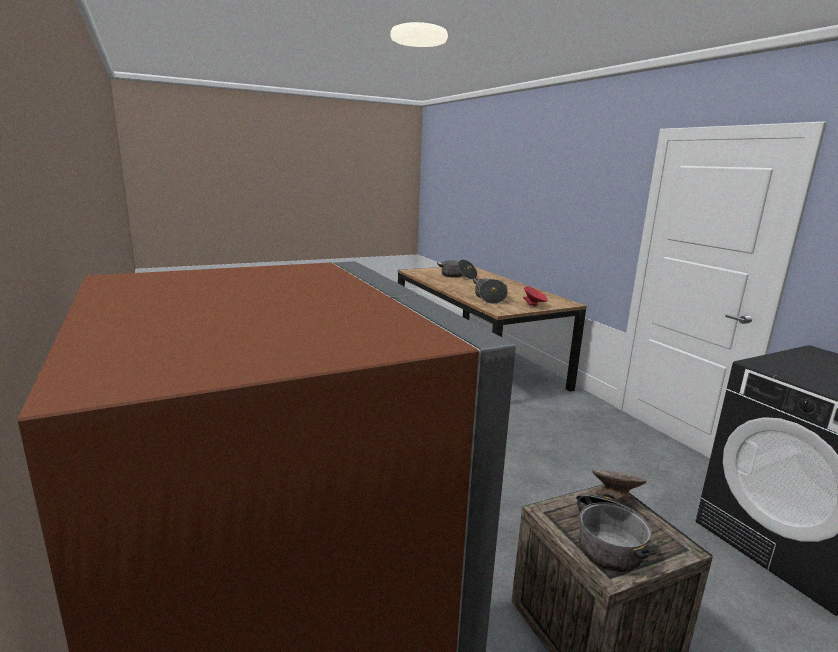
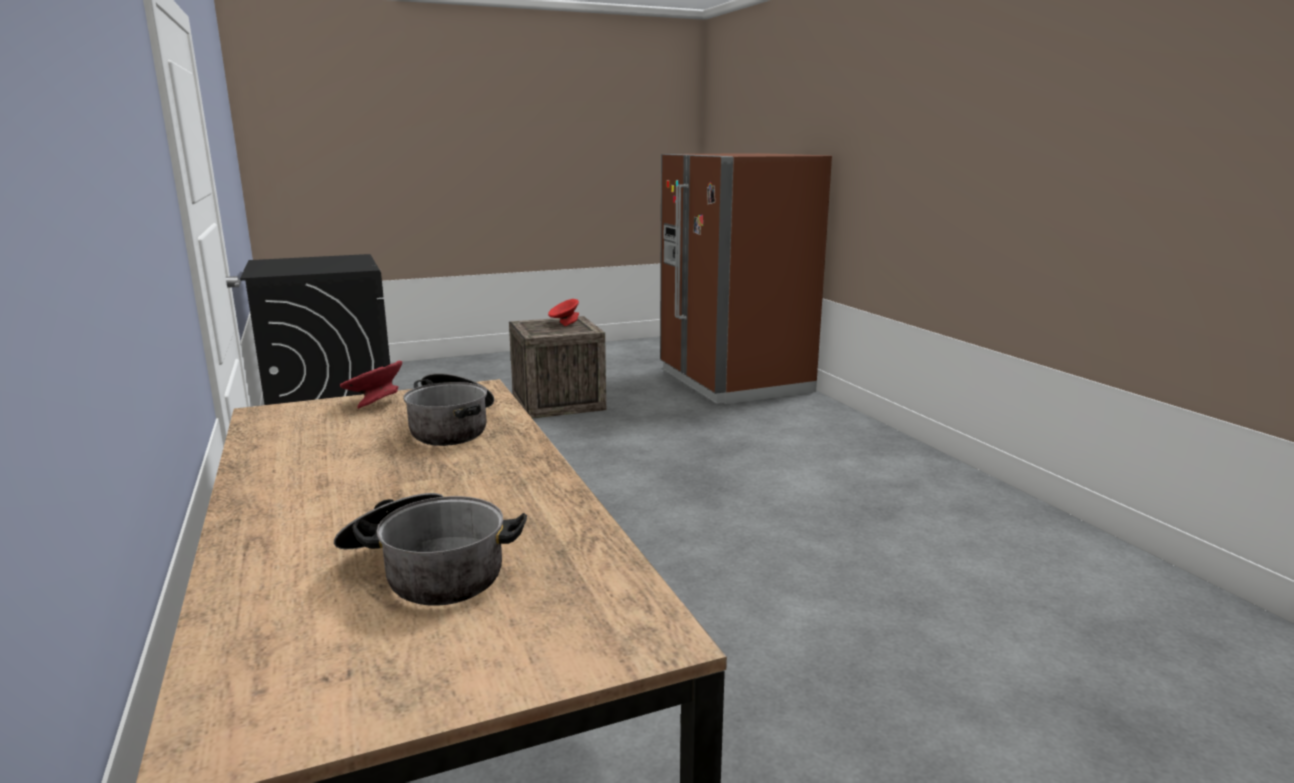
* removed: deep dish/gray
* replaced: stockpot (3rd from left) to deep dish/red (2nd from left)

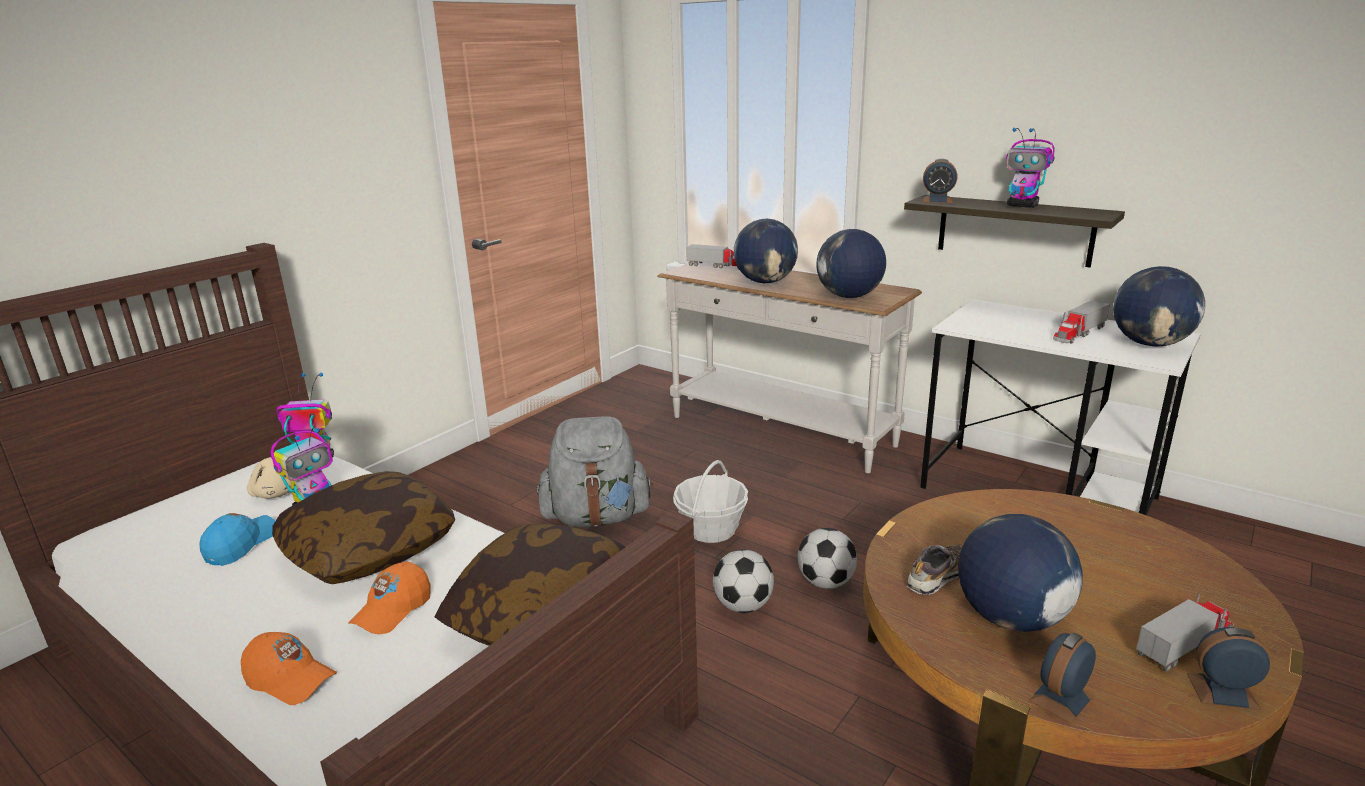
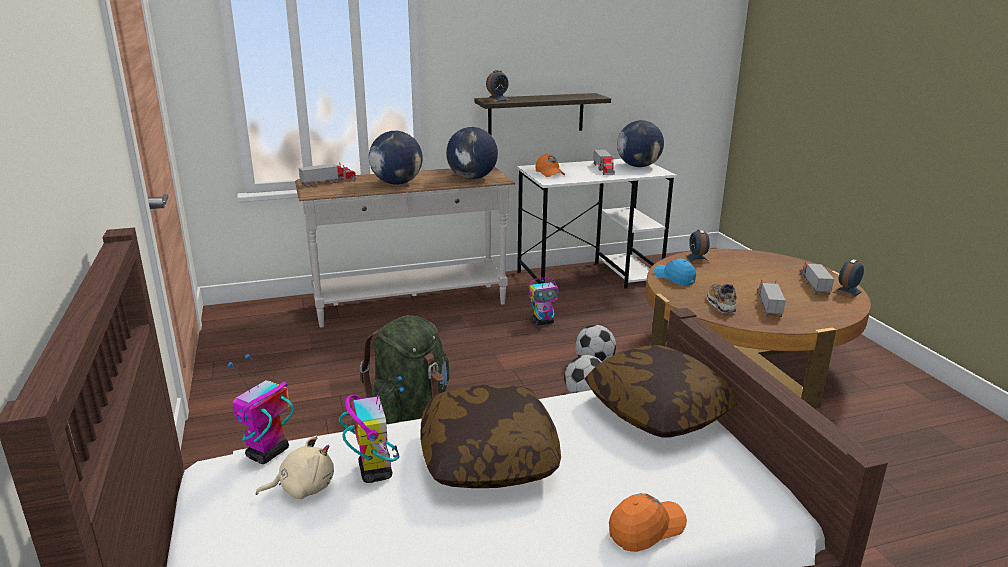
* moved: robot figure (3rd from left)
* recoloured: knapsack/gray to knapsack/greenish
* removed: household basket
* moved: peaked cap/blue
* replaced: globe (3rd from left) to toy lorry (3rd from left)
* moved: peaked cap/orange (2nd from left in the first image) to peaked cap/orange (1st from left)
* moved: bedside clock (2nd from left)

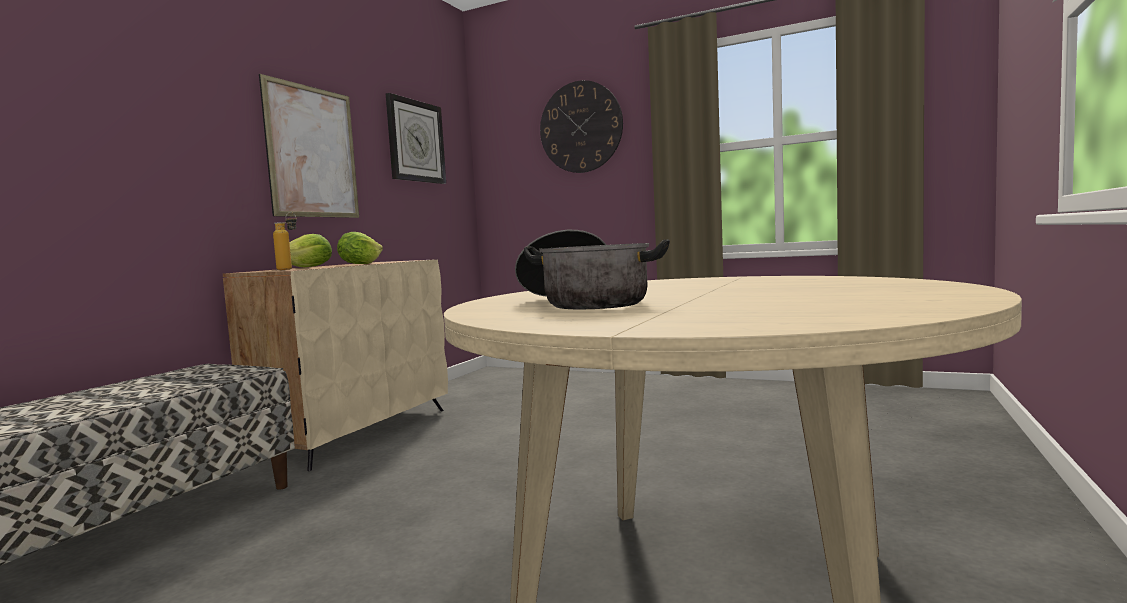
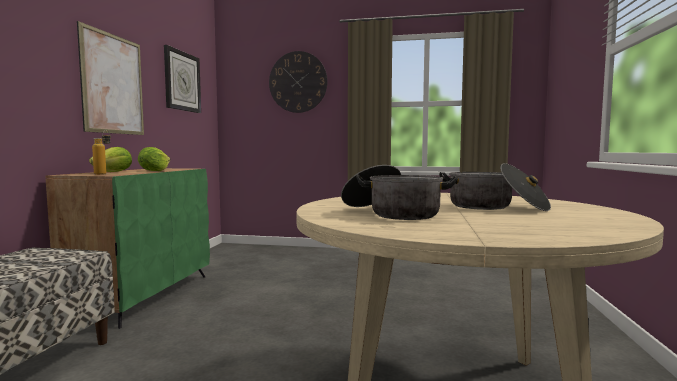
* recoloured: cabinet/beige to cabinet/greenish
* added: stockpot (2nd from left)

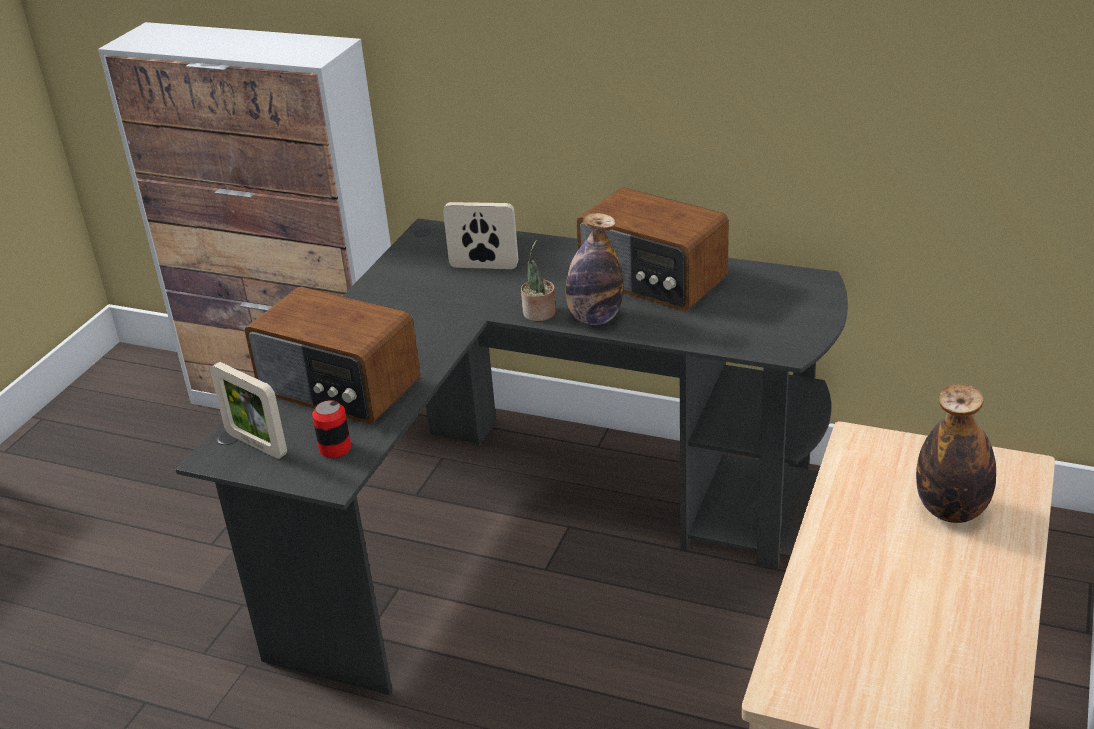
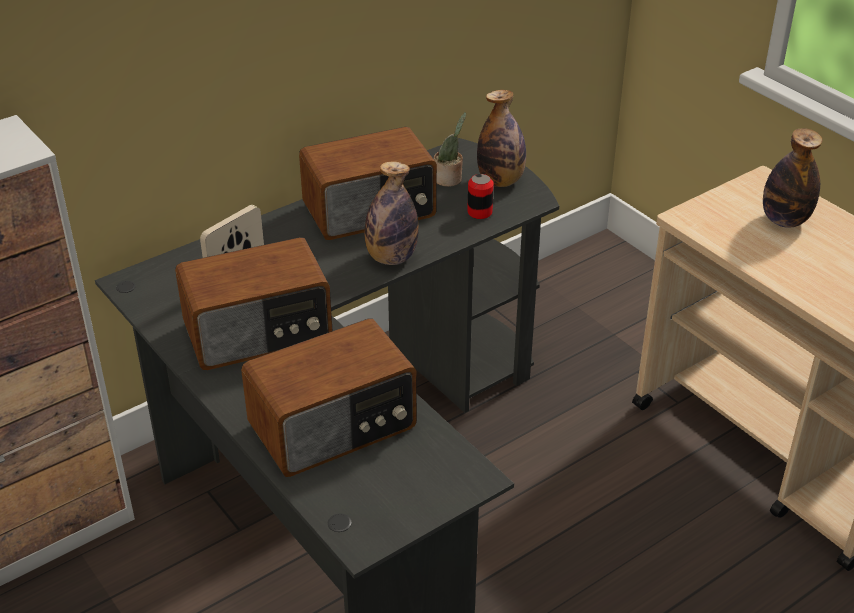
* moved: plant in a pot
* removed: picture frame (1st from left)
* moved: sealed can
* added: drink bottle (2nd from left)
* added: radio (1st from left)

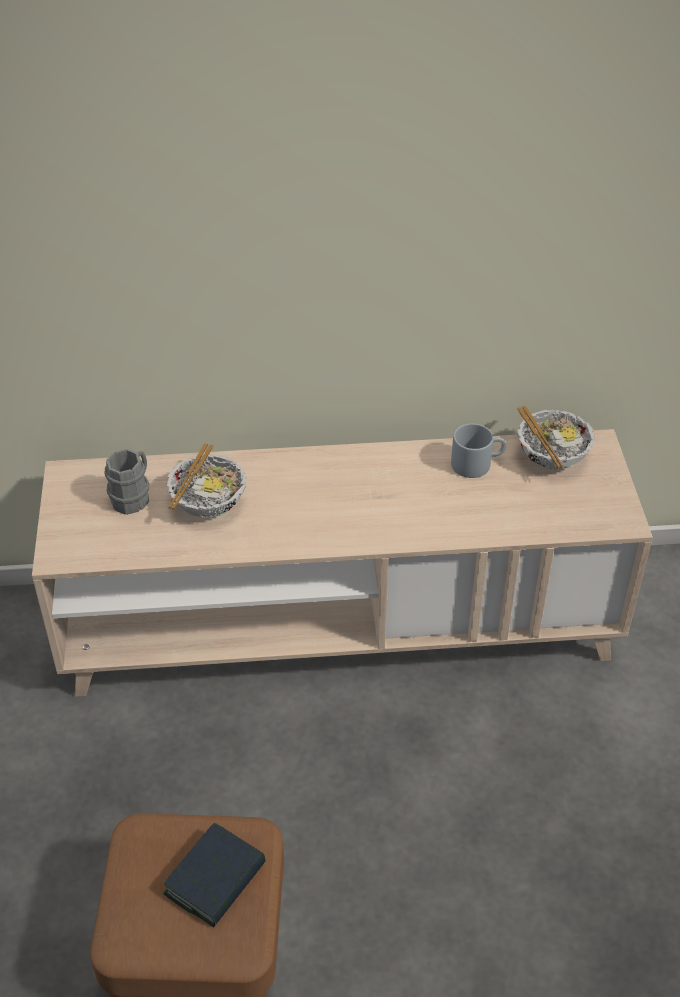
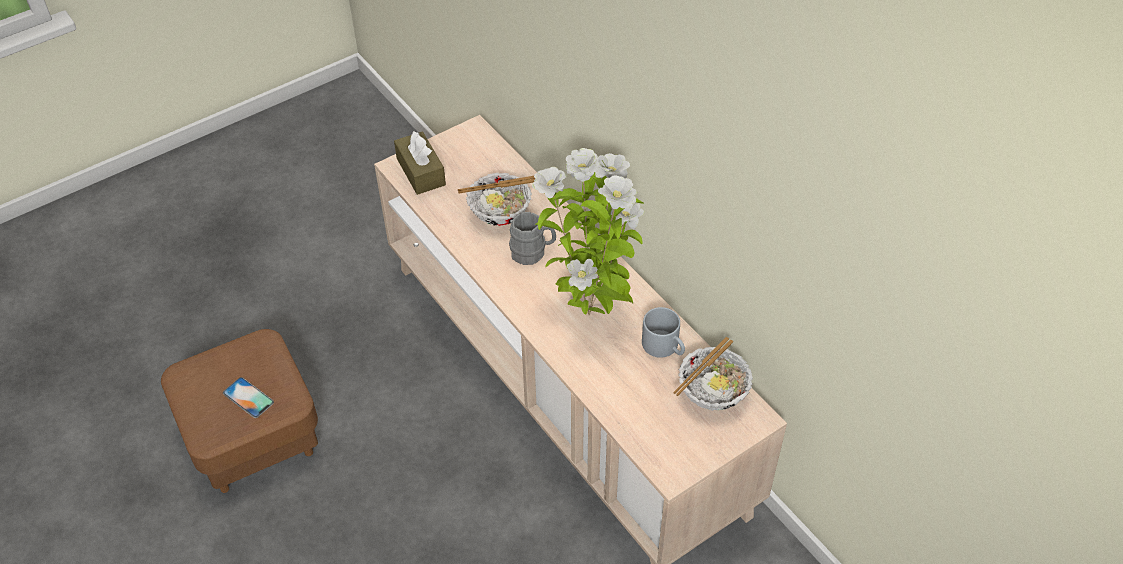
* moved: tea mug/gray (1st from left)
* replaced: bound book to phone
* added: tissue box/brownish
* added: plant in a pot

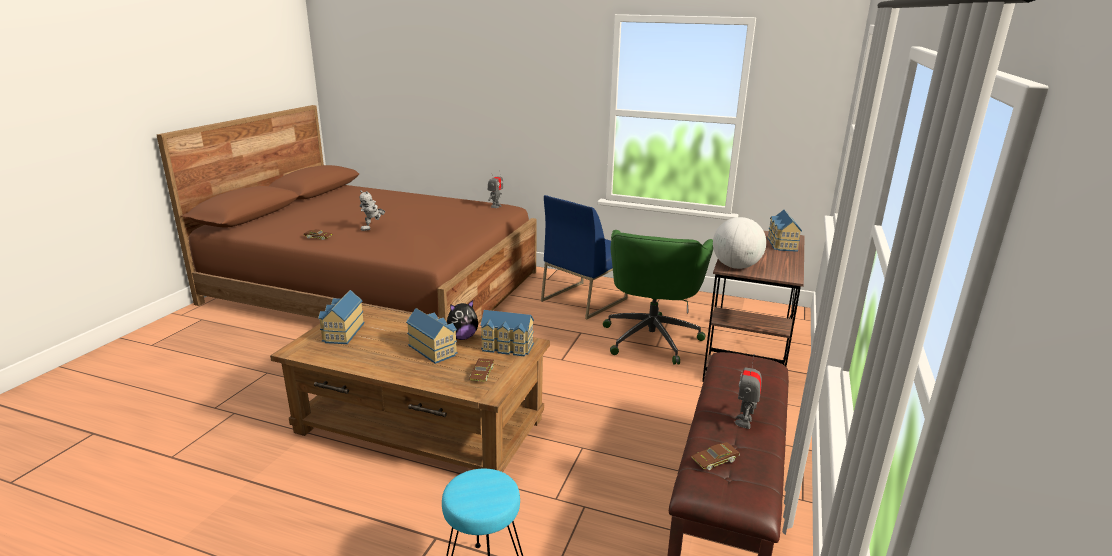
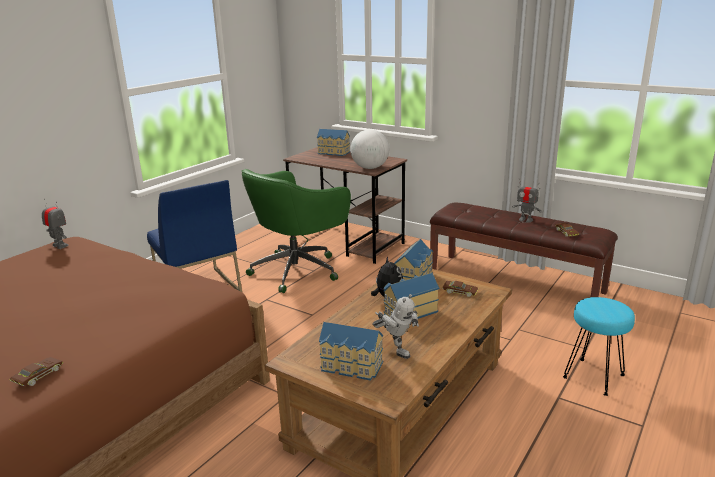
* moved: robot figure (1st from left in the first image) to robot figure (2nd from left)
* turned: computer chair/greenish 105 degrees clockwise

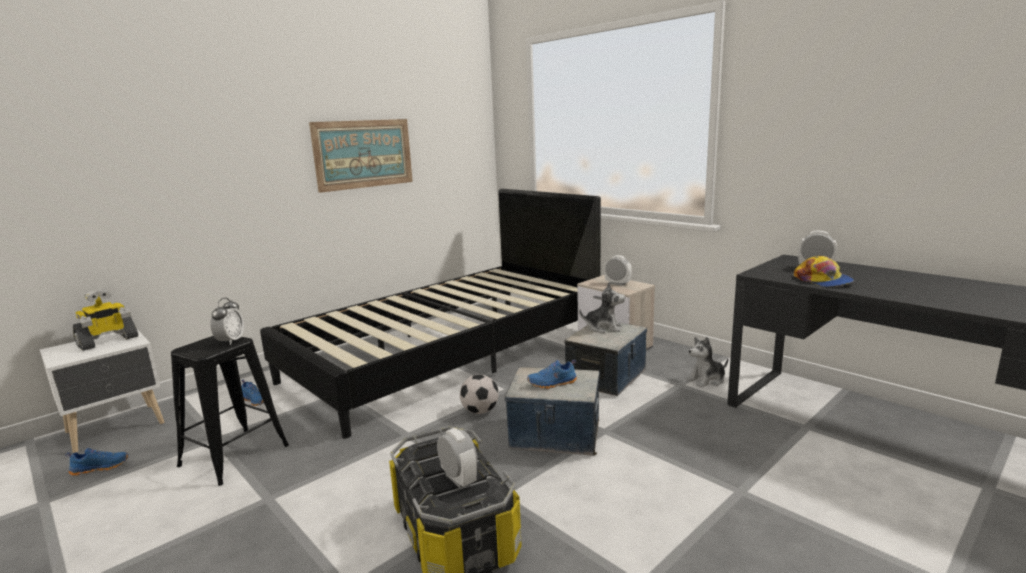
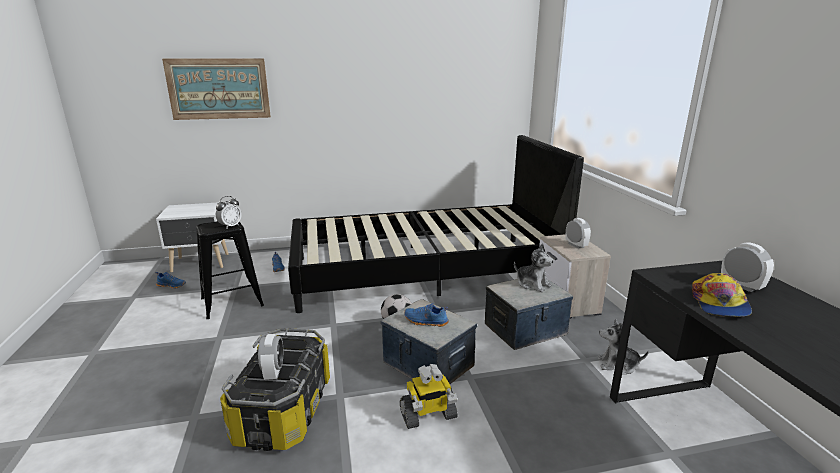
* moved: wall picture
* moved: robot figure

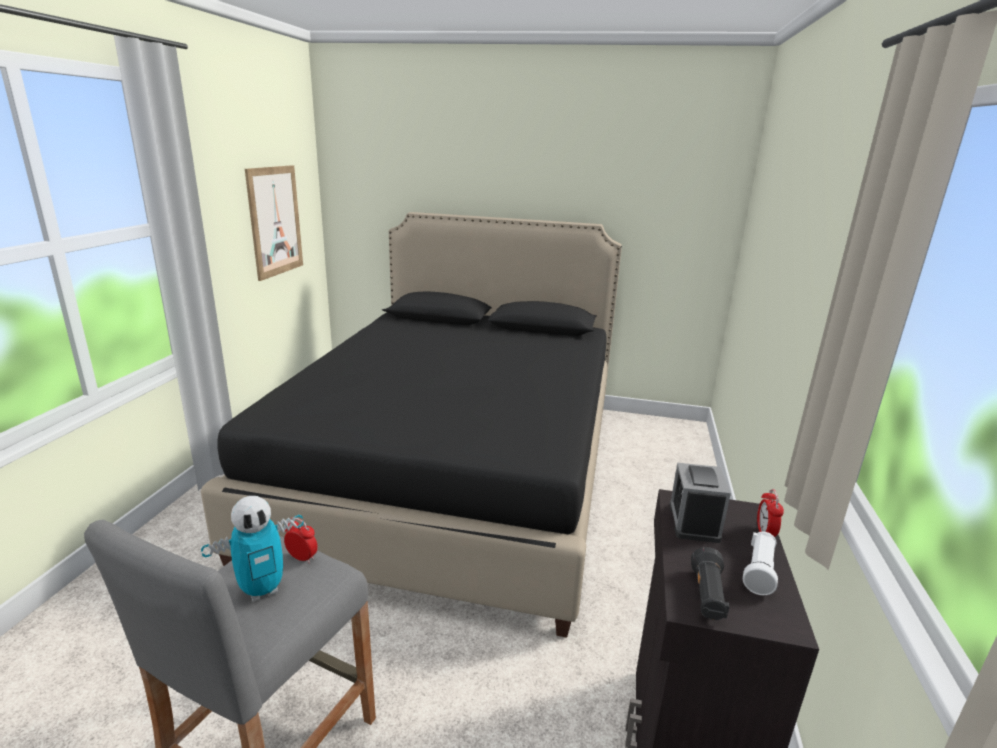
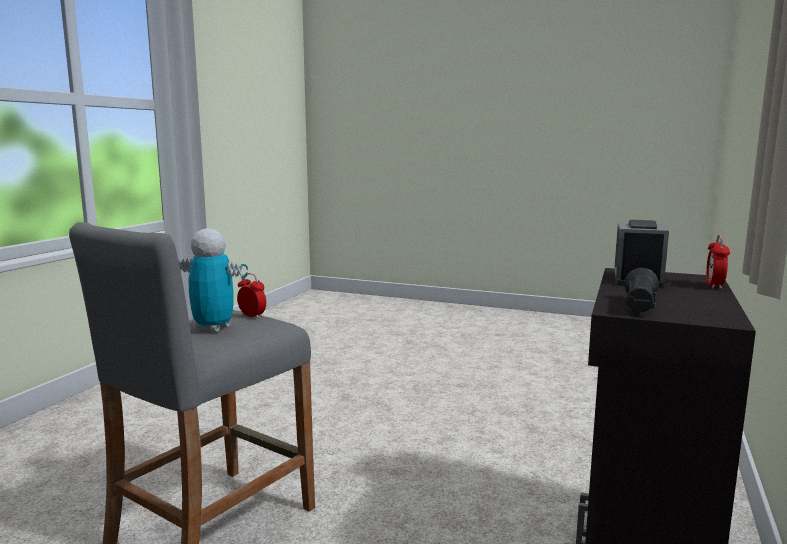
* removed: wall picture
* removed: bed/black-coloured
* turned: robot figure 135 degrees counterclockwise
* removed: hand torch/white

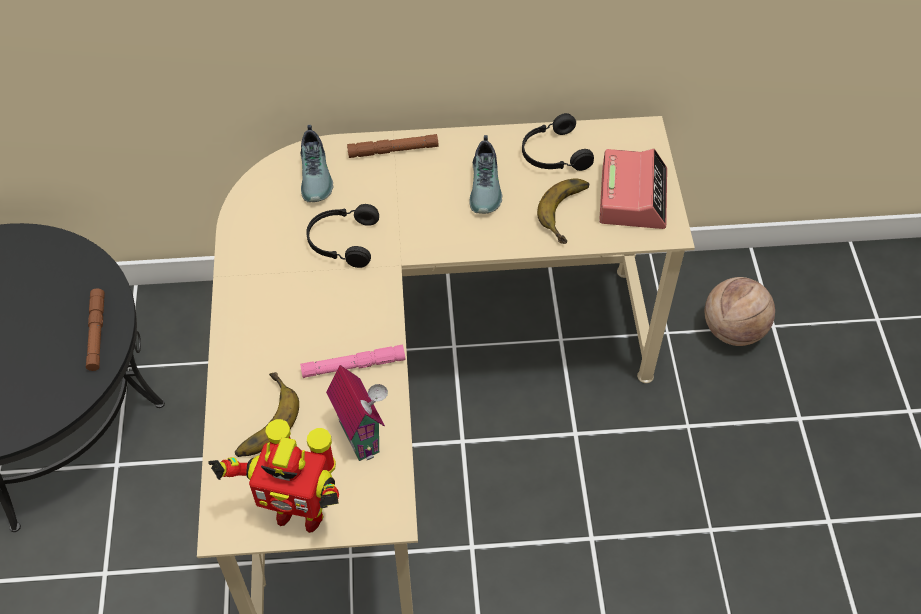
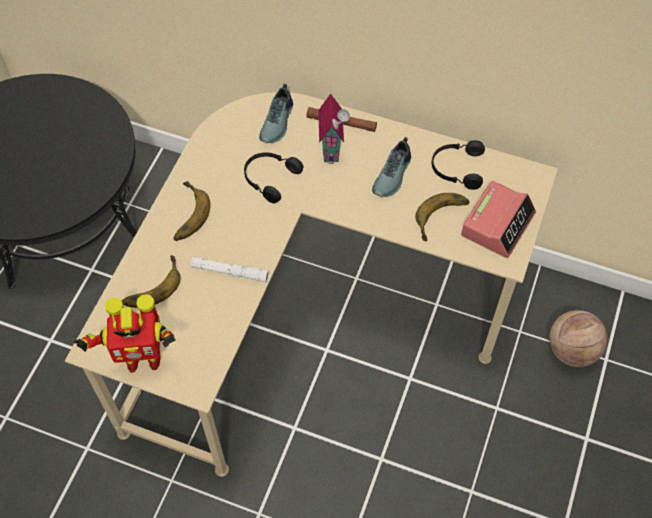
* removed: hand torch/brownish (1st from left)
* recoloured: hand torch/pink to hand torch/white
* moved: model house
* turned: robot figure 45 degrees counterclockwise
* added: whole banana (2nd from left)

